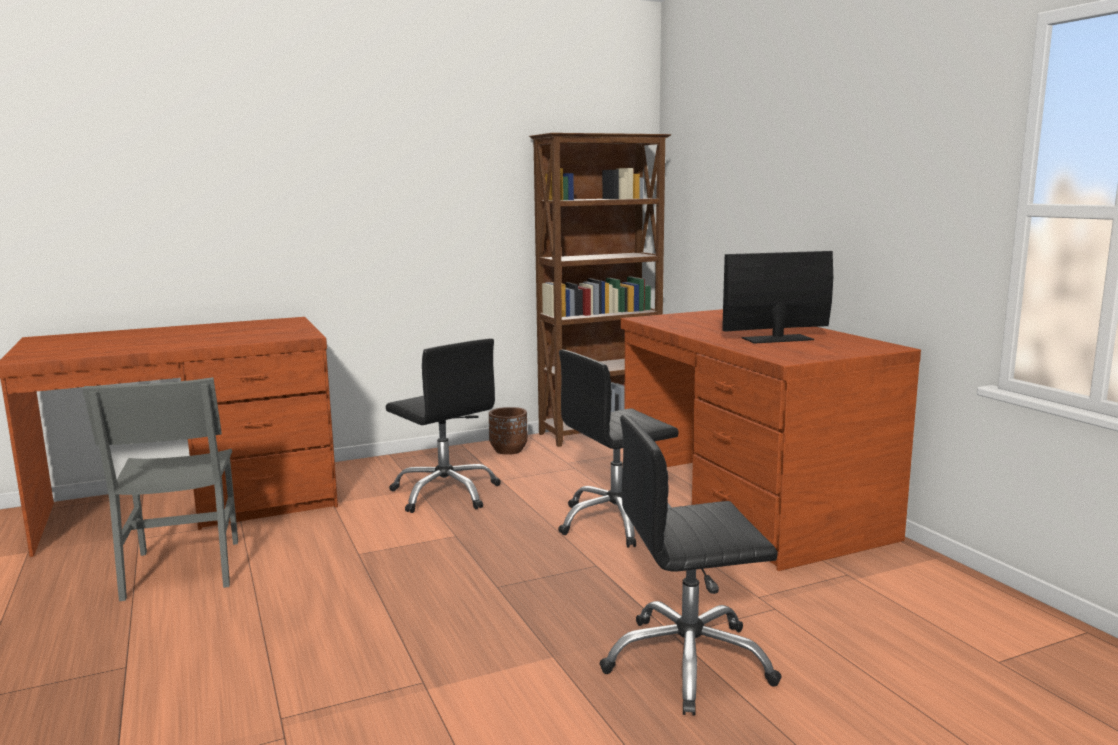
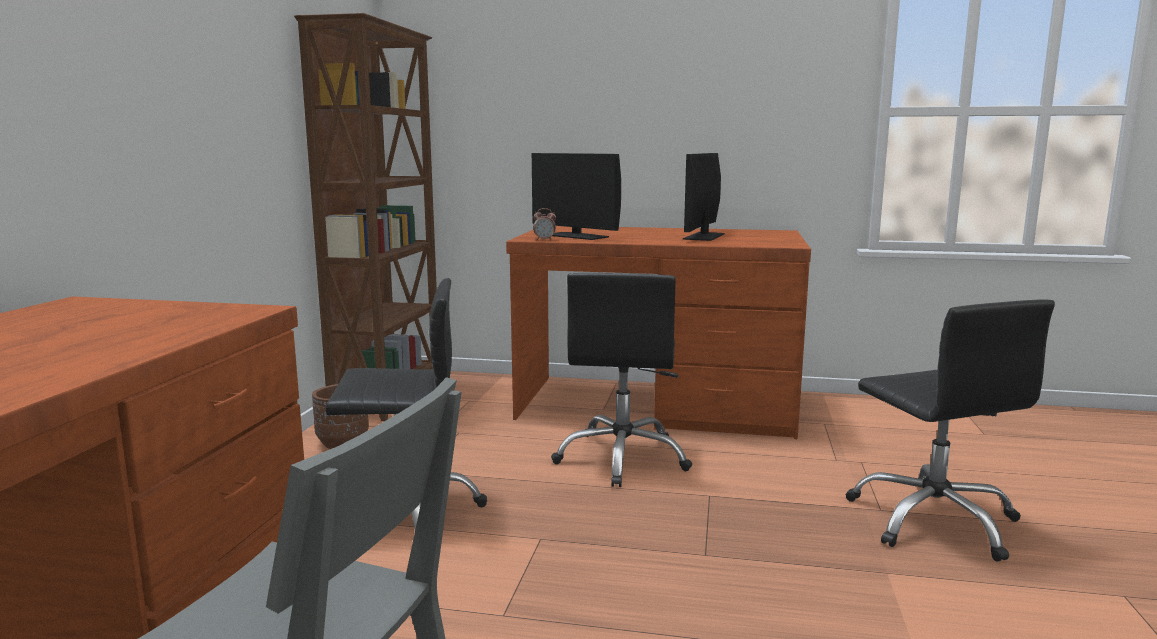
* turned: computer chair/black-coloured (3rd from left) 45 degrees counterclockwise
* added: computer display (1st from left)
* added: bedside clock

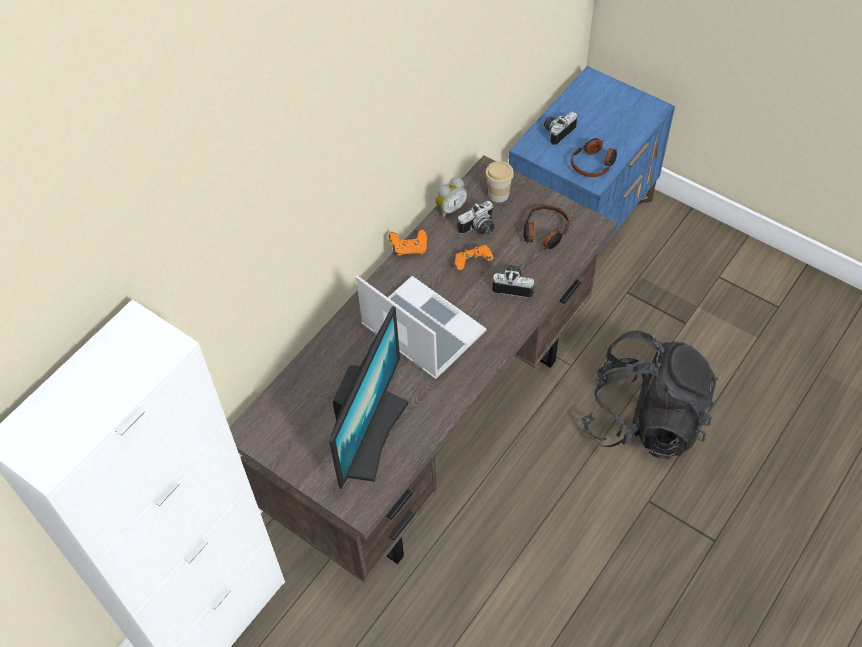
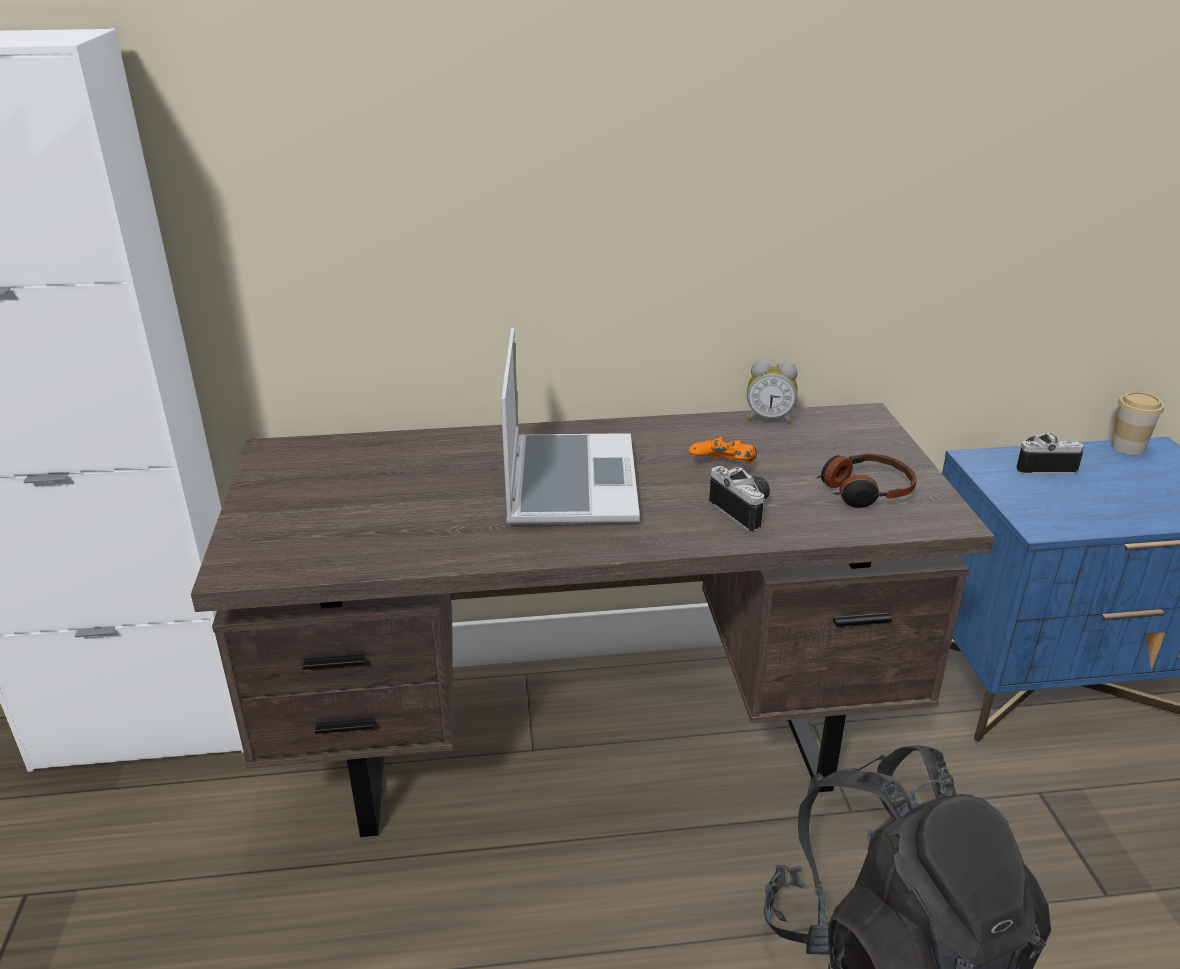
* removed: headset (2nd from left)
* moved: cup
* removed: photo camera (1st from left)
* removed: joypad/orange (1st from left)
* removed: computer display

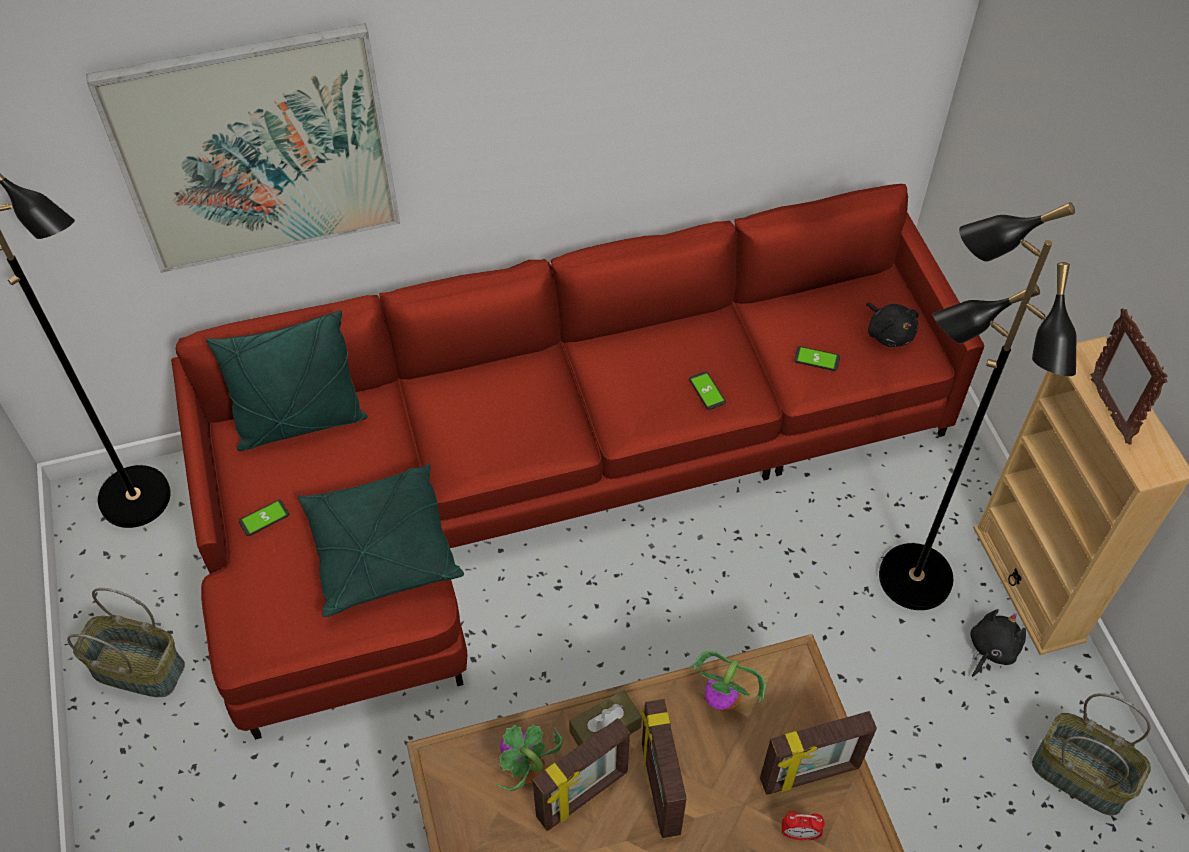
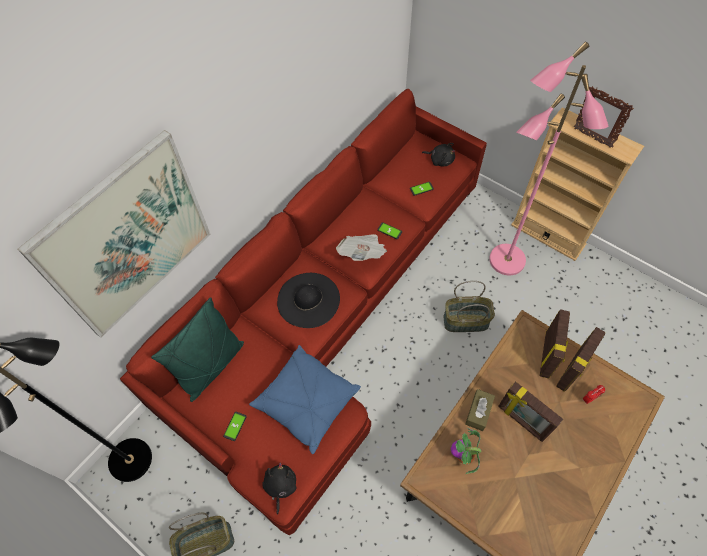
* recoloured: floor lamp/black-coloured (2nd from left) to floor lamp/pink
* recoloured: cushion/greenish (2nd from left) to cushion/blue
* moved: plush toy/black-coloured (2nd from left in the first image) to plush toy/black-coloured (1st from left)
* removed: plant in a pot (2nd from left)
* moved: household basket (2nd from left)
* moved: picture frame (1st from left in the first image) to picture frame (2nd from left)
* added: printed paper
* added: clothing hat/black-coloured

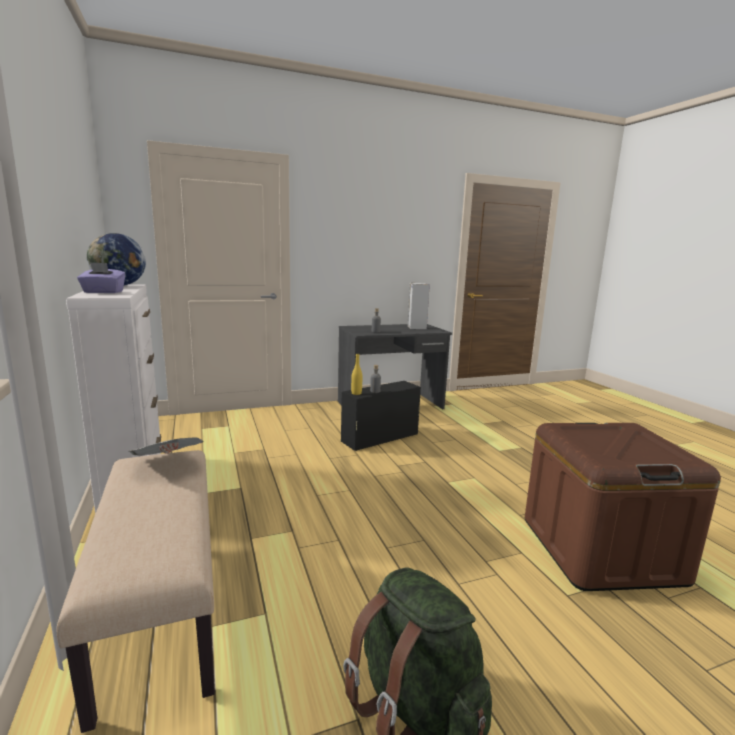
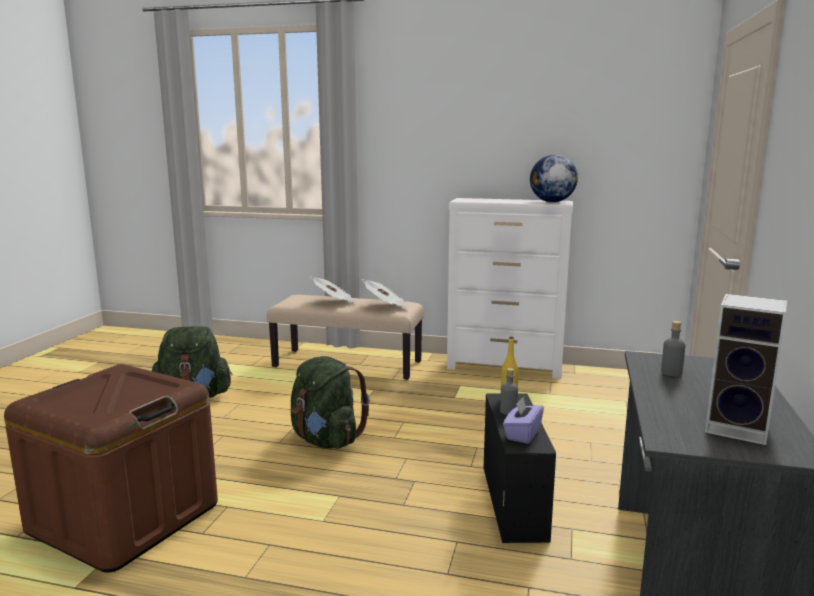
* moved: tissue box/purple
* added: printed paper (1st from left)
* added: knapsack/greenish (2nd from left)

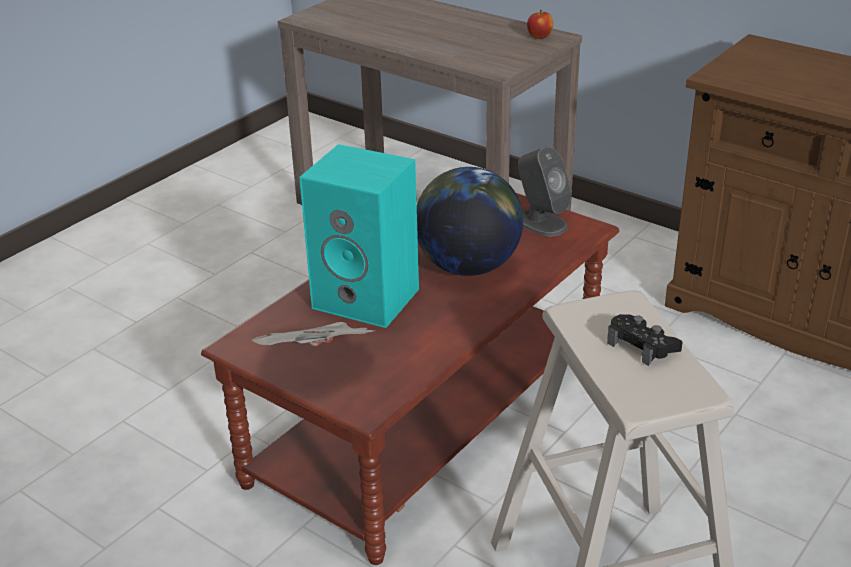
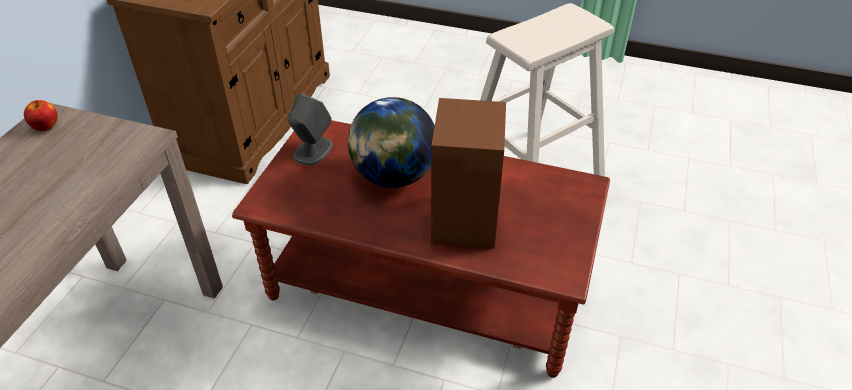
* recoloured: audio speaker/turquoise to audio speaker/brownish
* removed: joypad/black-coloured
* removed: printed paper

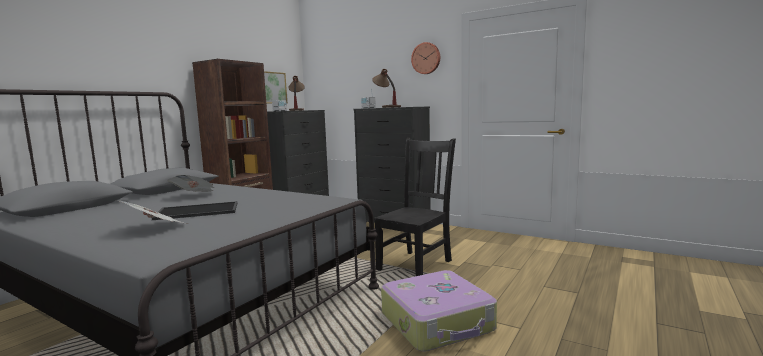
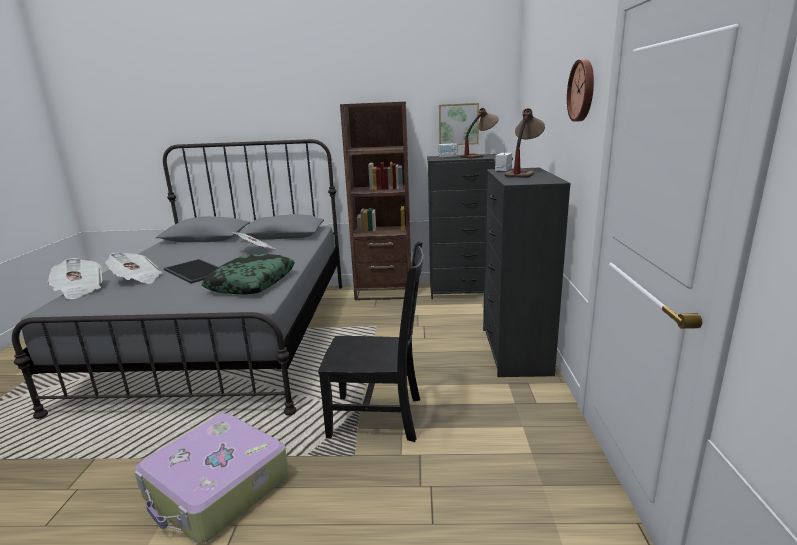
* added: cushion
* added: printed paper (1st from left)

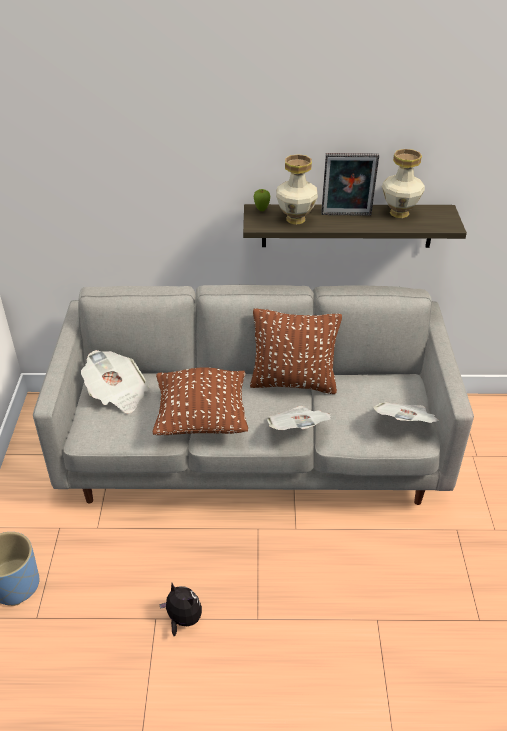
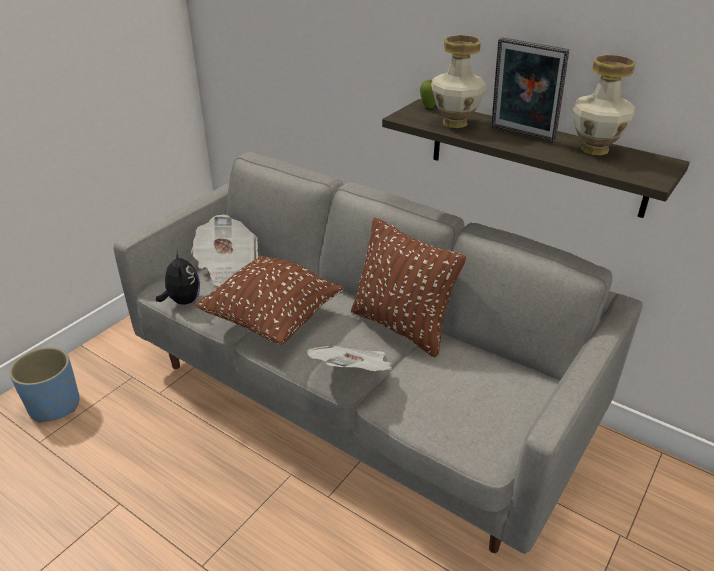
* removed: printed paper (3rd from left)
* moved: plush toy

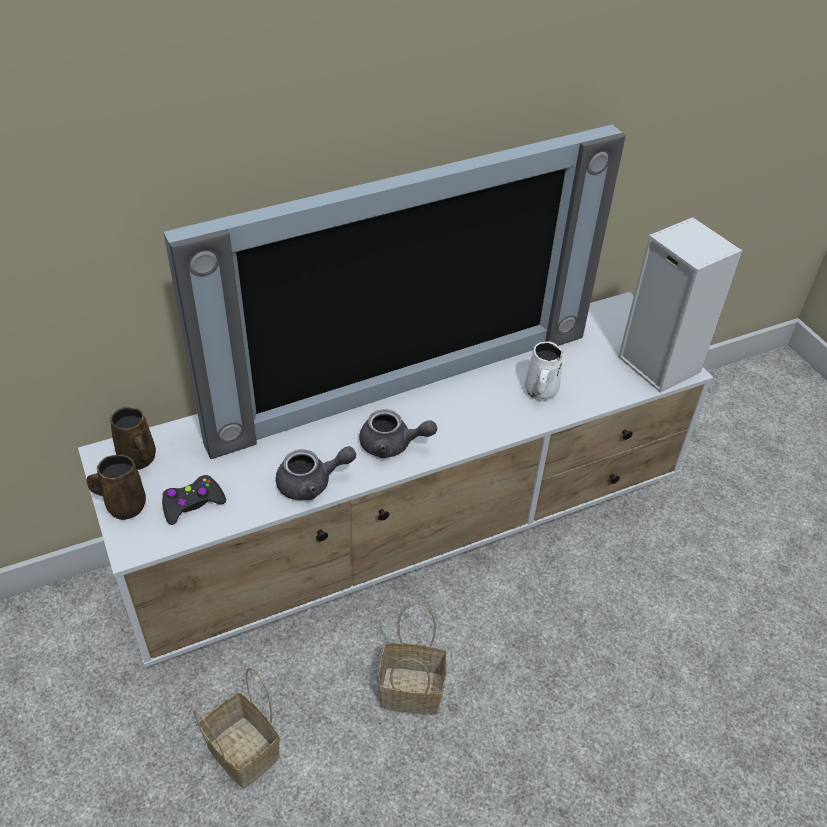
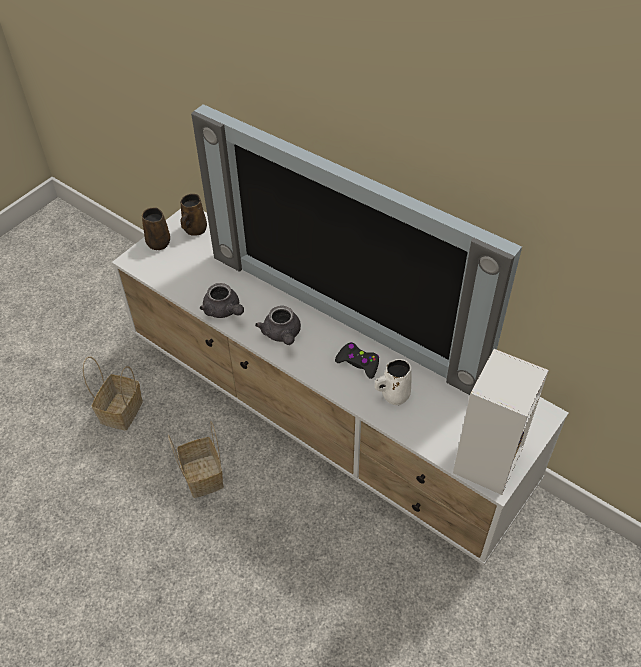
* moved: joypad/black-coloured

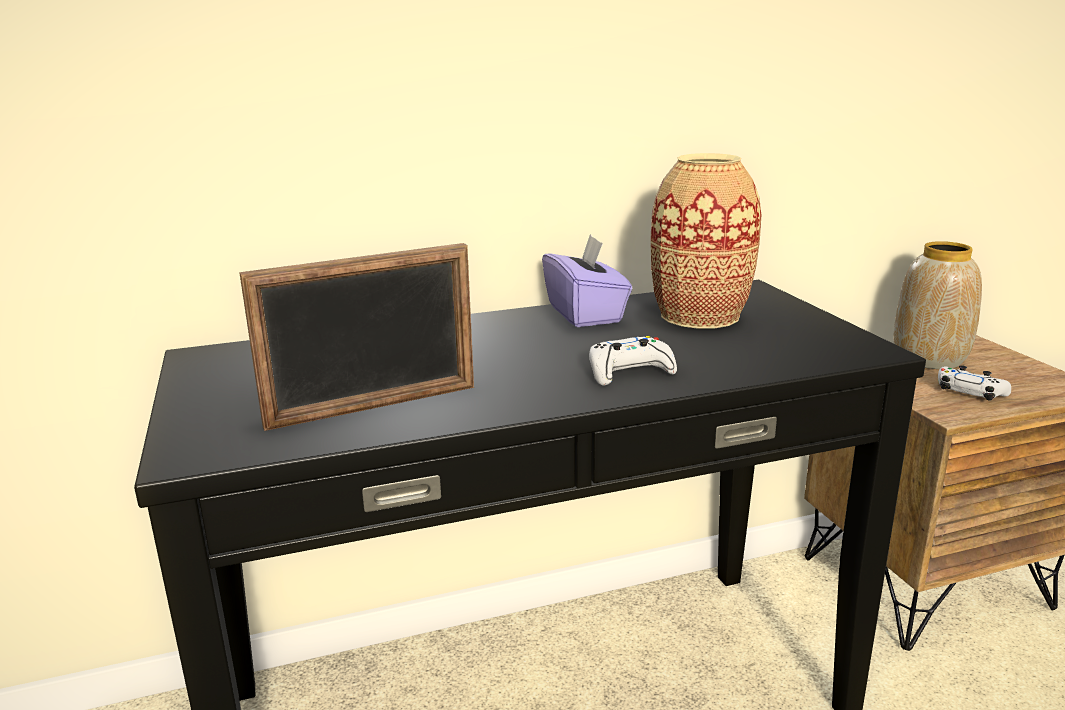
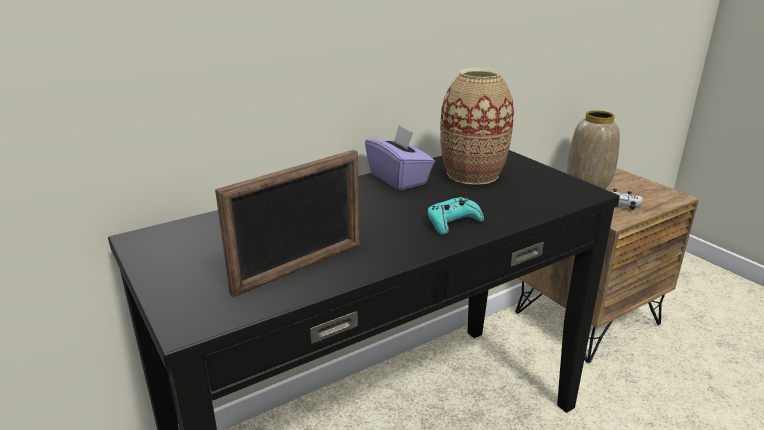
* recoloured: joypad/white (1st from left) to joypad/turquoise

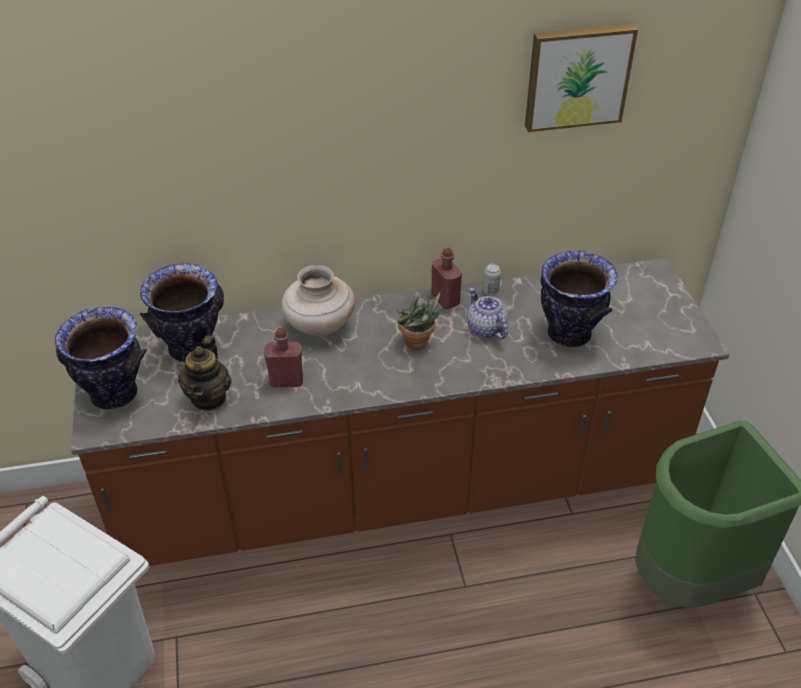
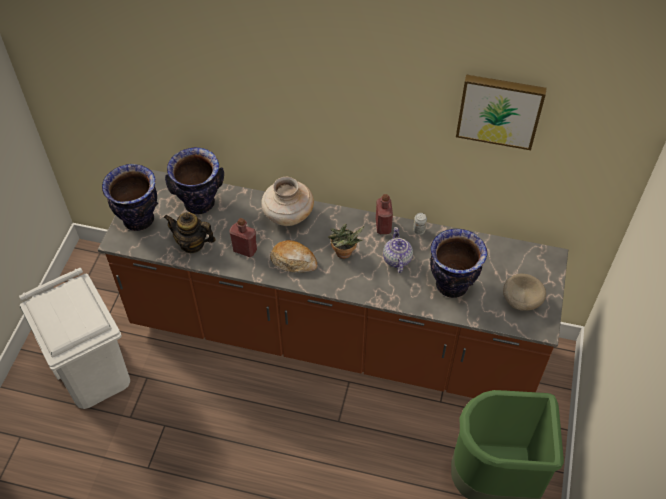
* turned: pot for tea (1st from left) 75 degrees clockwise
* added: baked bread
* added: deep dish/beige

